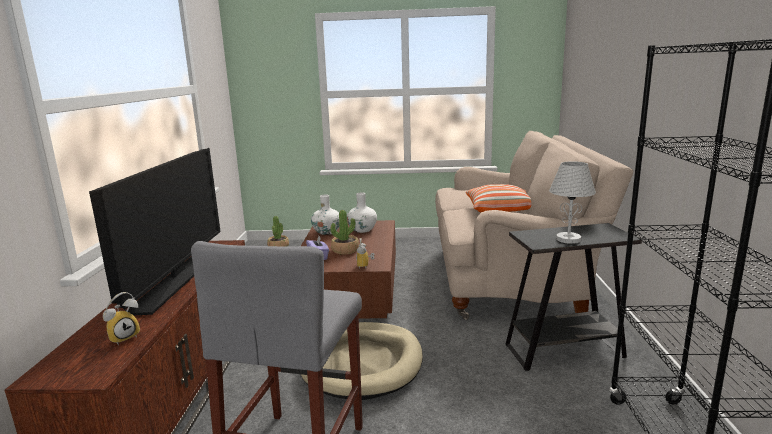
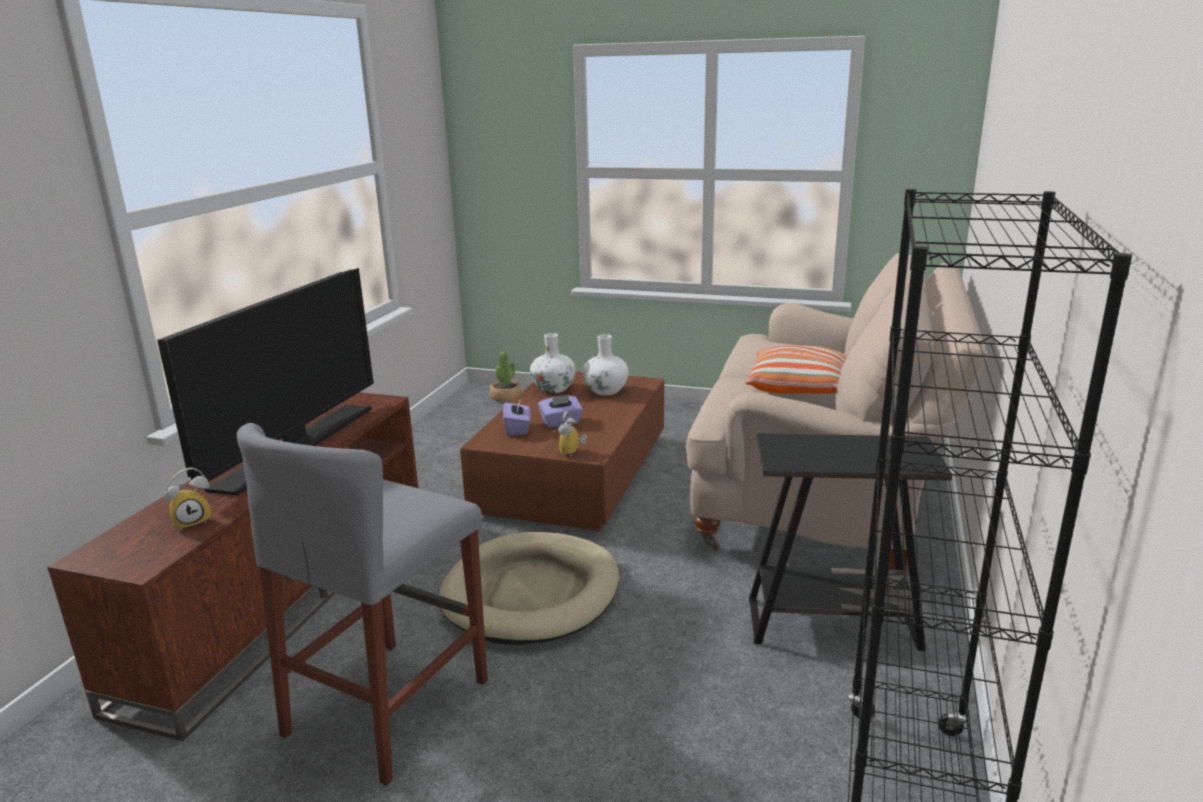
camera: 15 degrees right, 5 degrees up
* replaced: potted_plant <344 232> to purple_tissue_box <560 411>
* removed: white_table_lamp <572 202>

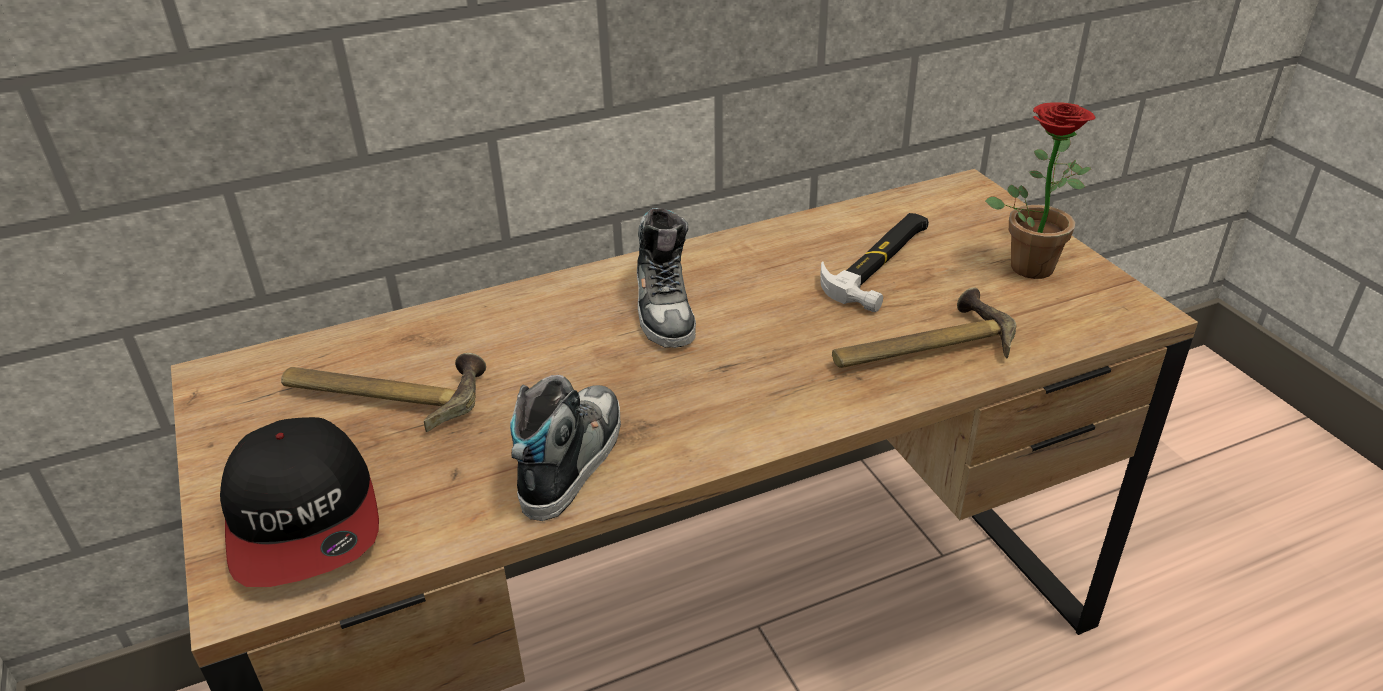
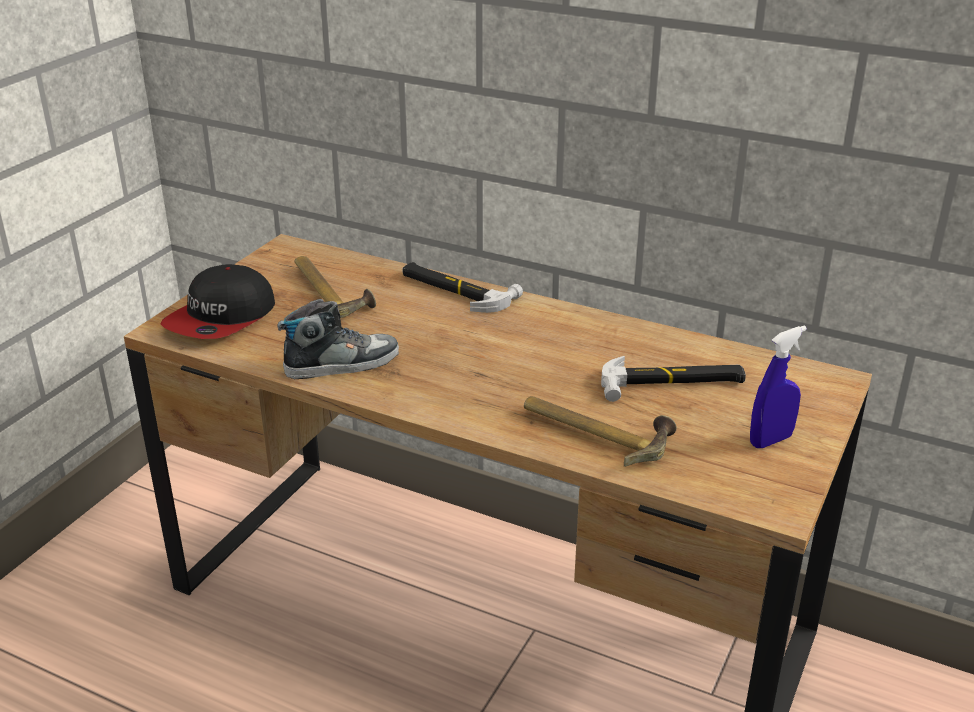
camera: 50 degrees right, 5 degrees down
* added: hammer <463 287>
* replaced: potted_plant <1040 190> to blue_spray_bottle <778 387>
* removed: shoe <666 278>

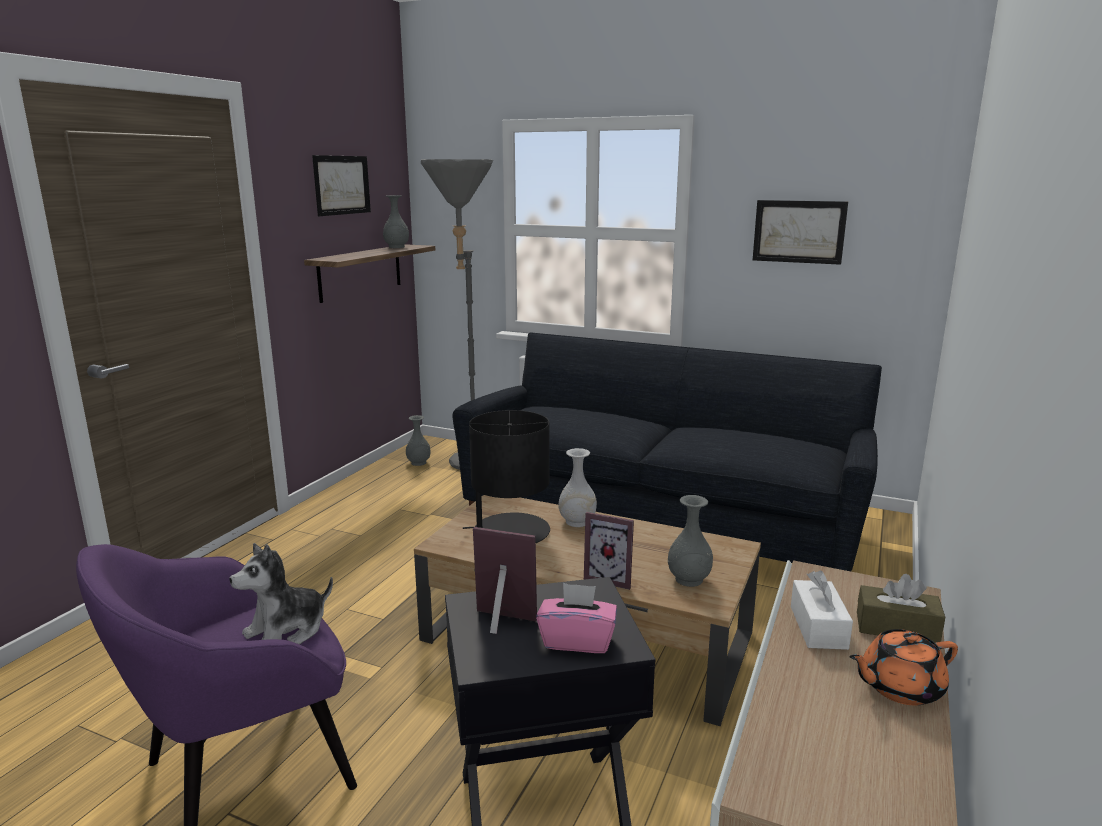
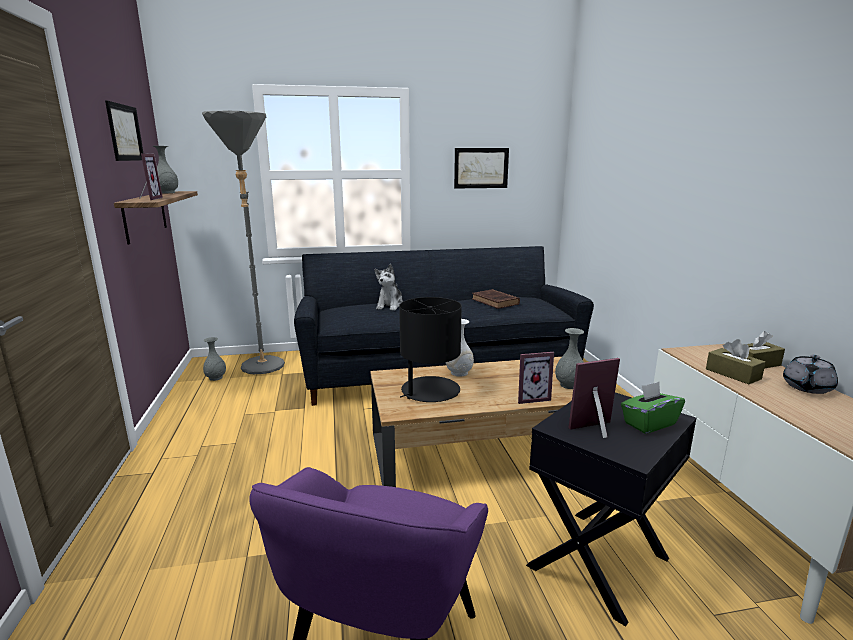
camera: 35 degrees left, 0 degrees up
* added: picture_frame <151 176>
* moved: plush_toy <281 593> to <389 287>
* added: brown_book <496 299>
* recoloured: pink_tissue_box <576 618> to green_tissue_box <653 408>
* recoloured: white_tissue_box <822 610> to brown_tissue_box <736 361>
* recoloured: orange_teapot <903 667> to grey_teapot <810 374>

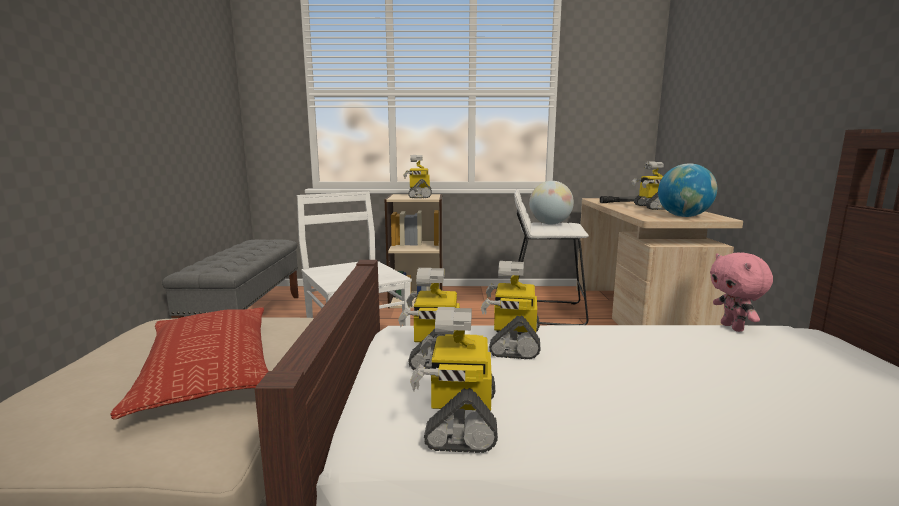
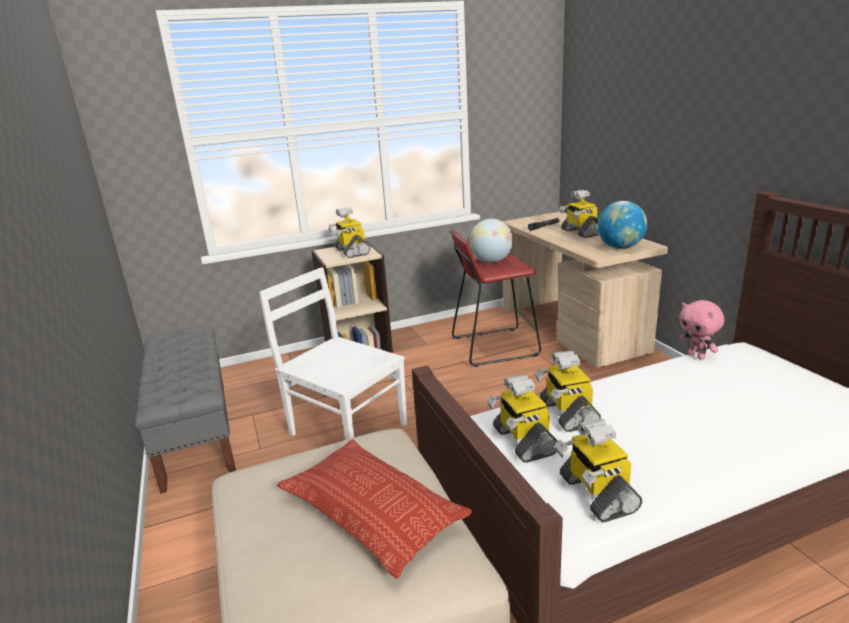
camera: 20 degrees left, 10 degrees up
* recoloured: white_stool <551 257> to red_stool <496 298>

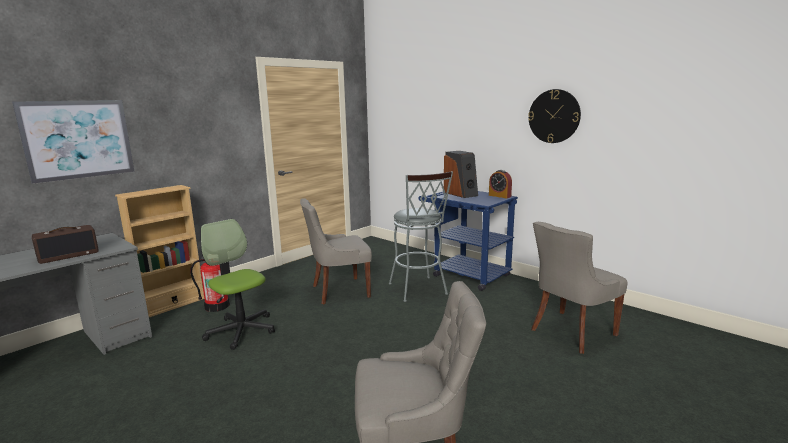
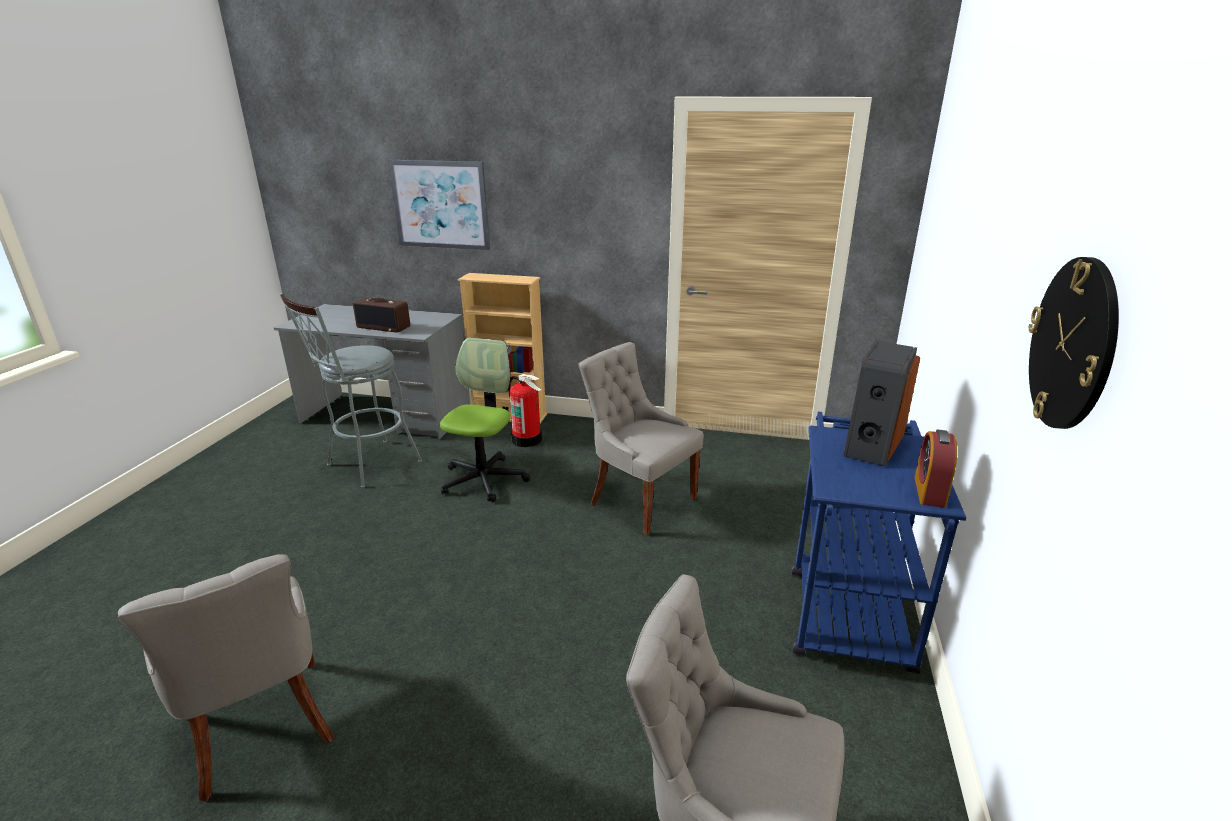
camera: 60 degrees right, 10 degrees up
* moved: grey_stool <421 236> to <351 390>

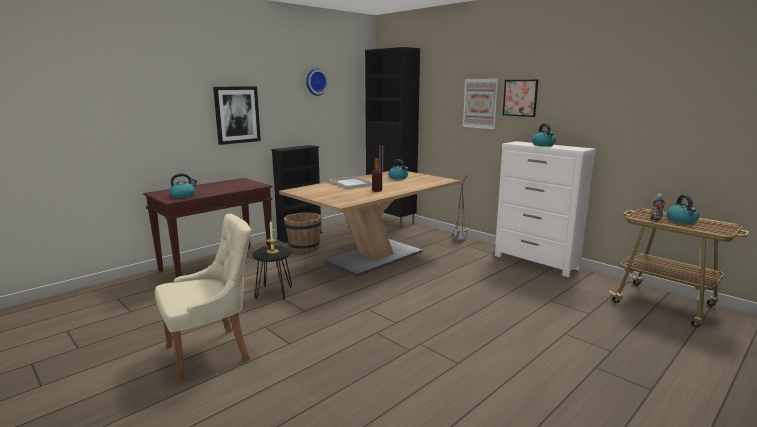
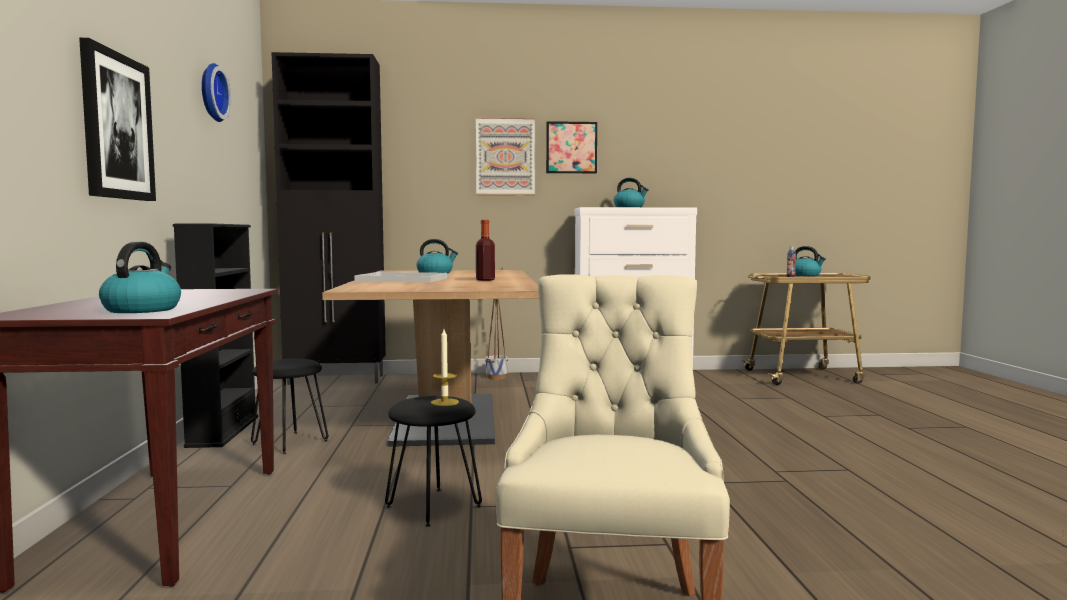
camera: 50 degrees left, 10 degrees down
* replaced: brown_bucket <303 232> to black_stool <289 406>

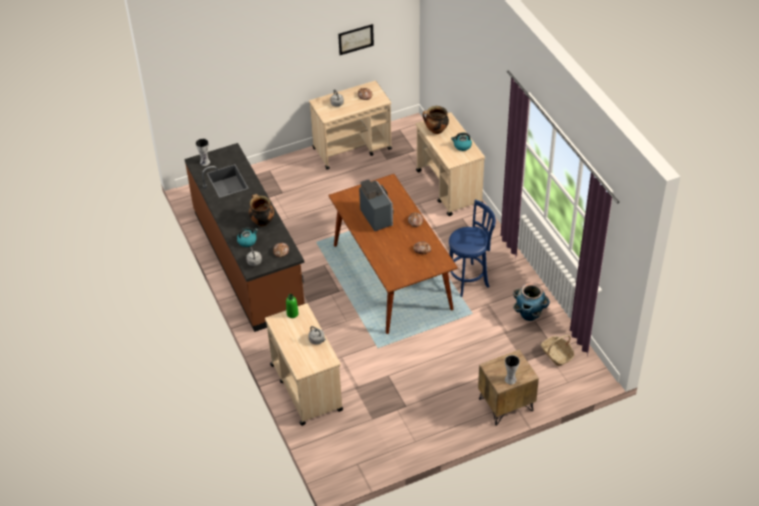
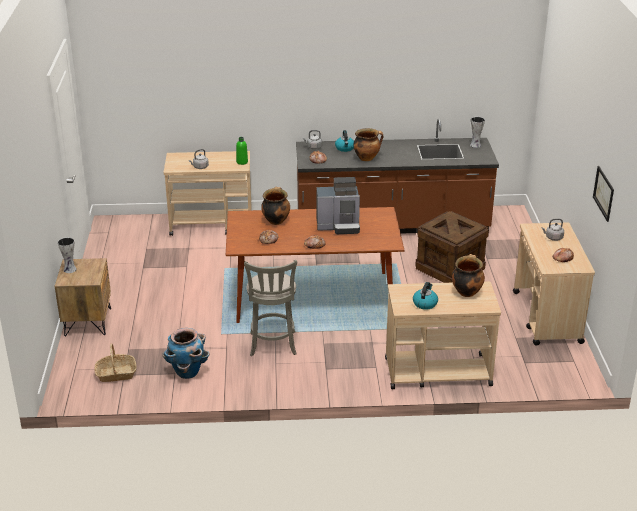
camera: 110 degrees right, 15 degrees down
* recoloured: blue_stool <472 248> to grey_stool <270 308>
* added: cooking_pot <275 206>
* added: crate <452 247>

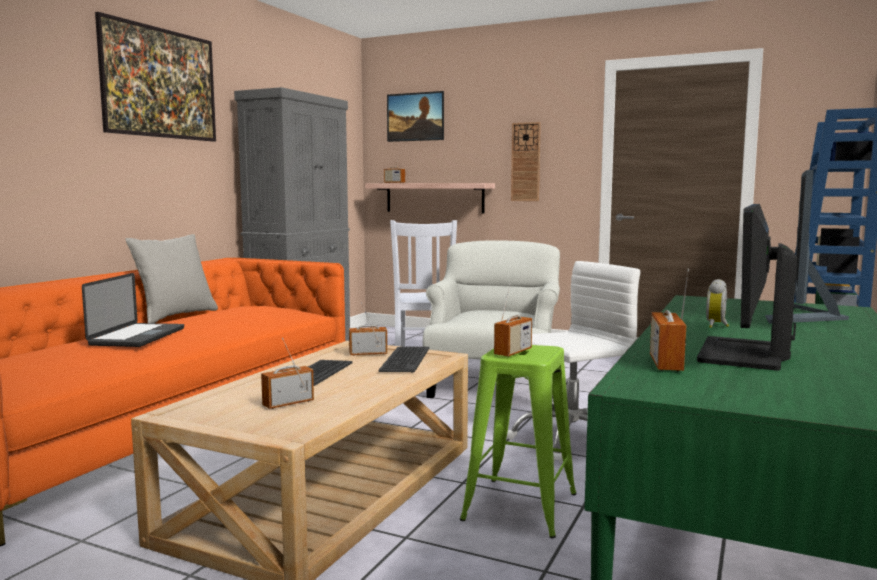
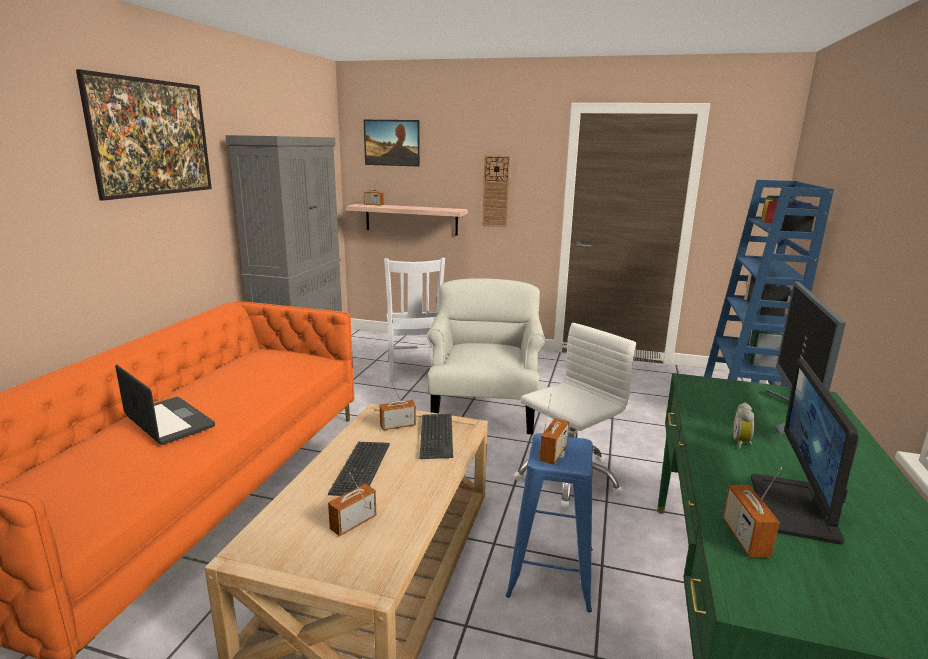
camera: 10 degrees left, 10 degrees up
* turned: laptop <133 310> = <165 404> 45 degrees counterclockwise
* recoloured: green_stool <518 441> to blue_stool <549 522>
* removed: grey_pillow <171 278>

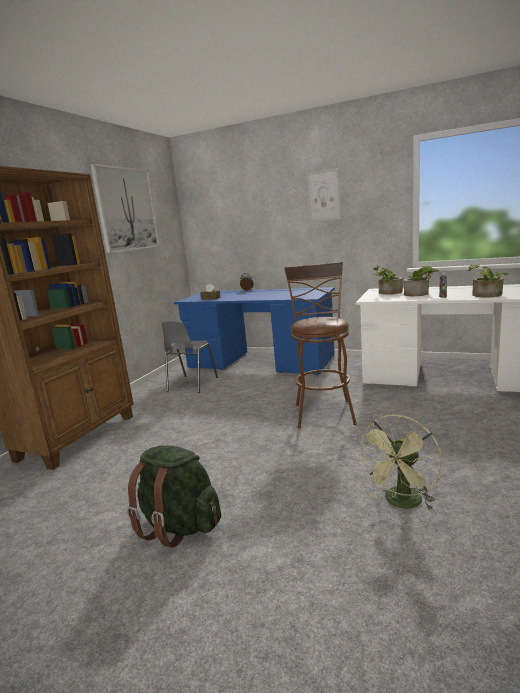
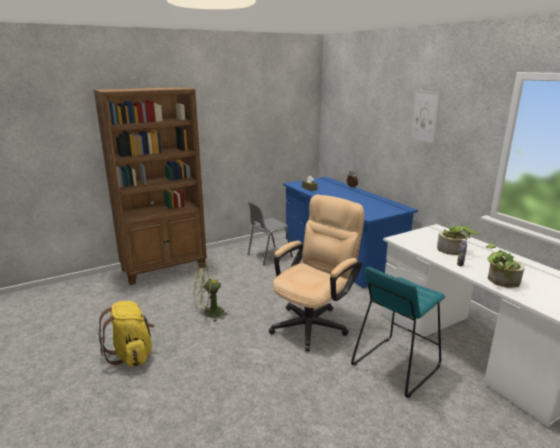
camera: 35 degrees right, 5 degrees up
* recoloured: green_backpack <174 497> to yellow_backpack <126 334>
* moved: green_fan <399 462> to <212 292>
* replaced: brown_stool <321 345> to beige_office_chair <316 273>
* added: turquoise_stool <398 332>
* removed: picture <124 208>
* removed: potted_plant <388 280>

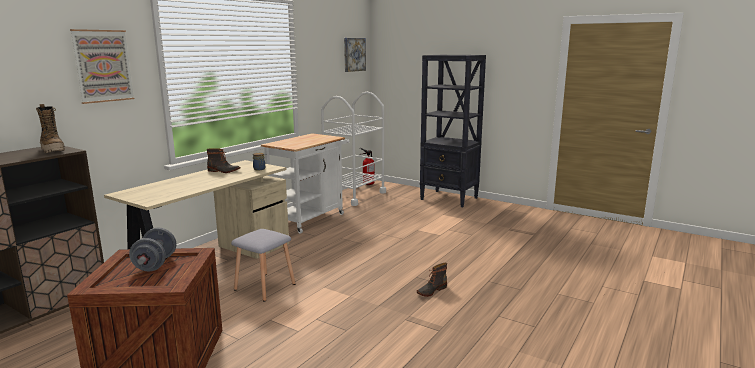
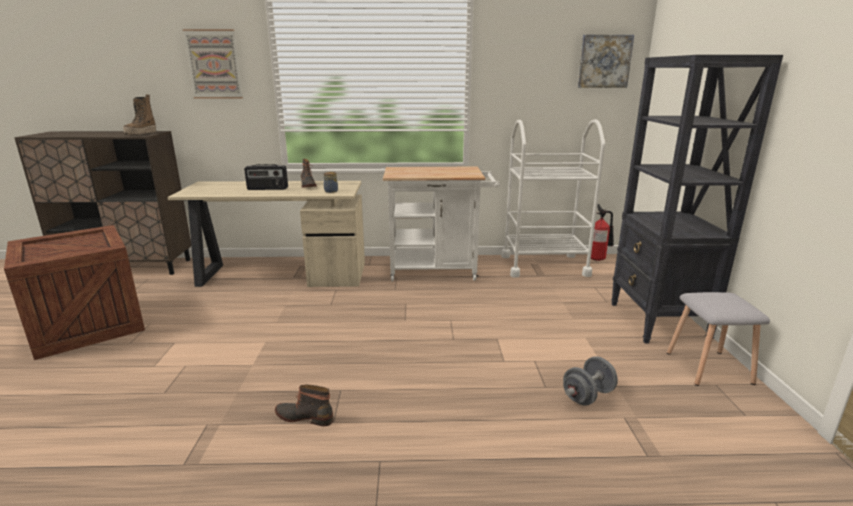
camera: 55 degrees right, 5 degrees up
* added: radio <266 177>
* moved: grey_dumbbell <152 249> to <590 381>
* moved: grey_stool <263 265> to <718 339>

